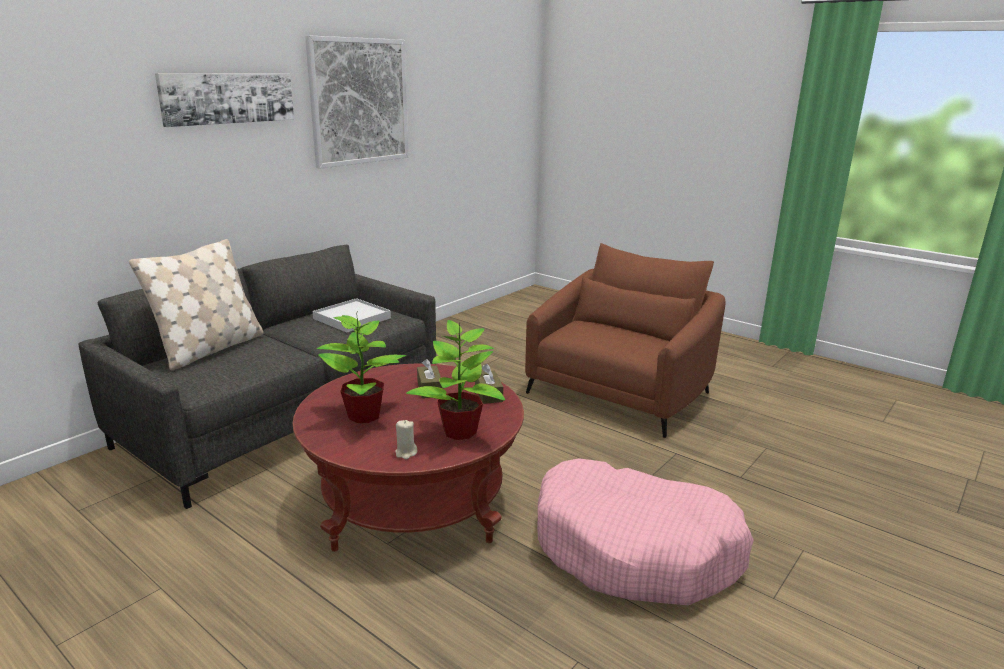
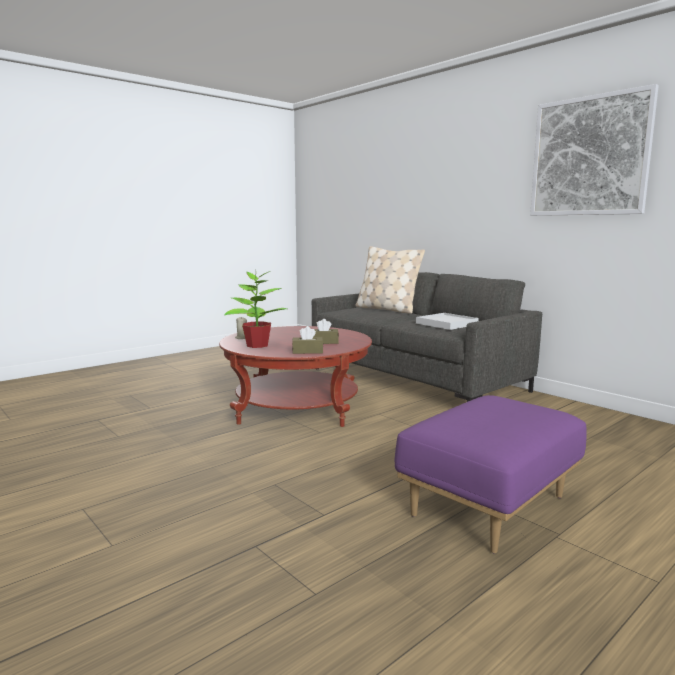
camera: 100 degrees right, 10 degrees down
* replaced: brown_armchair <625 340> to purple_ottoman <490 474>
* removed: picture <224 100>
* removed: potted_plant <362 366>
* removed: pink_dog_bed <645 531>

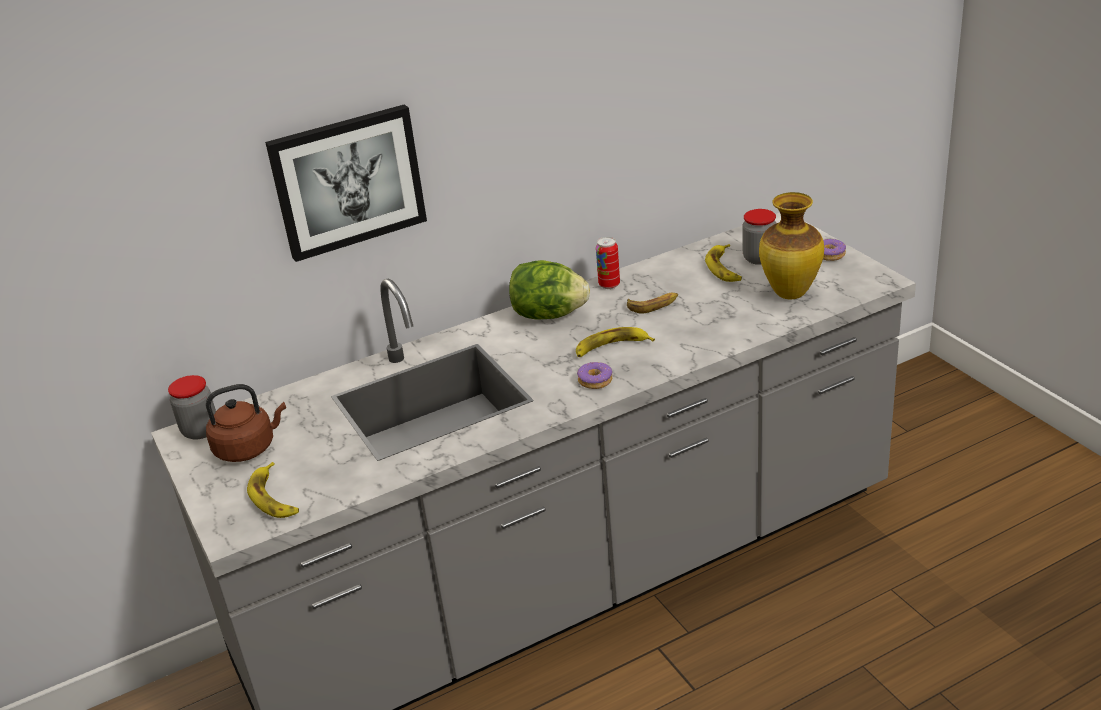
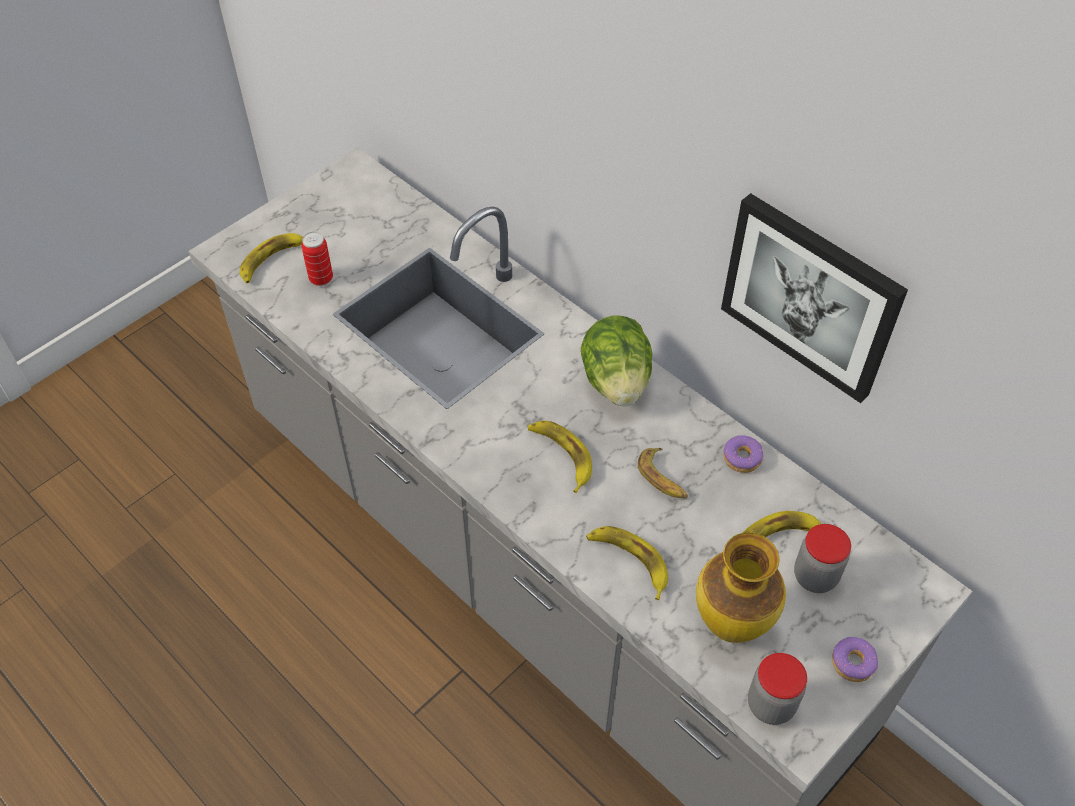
camera: 70 degrees right, 20 degrees up
* moved: can <608 263> to <317 259>
* added: banana <627 563>
* moved: picture <346 183> to <814 298>
* moved: donut <594 375> to <743 454>
* moved: jar <192 407> to <777 689>
* removed: brown_kettle <246 423>

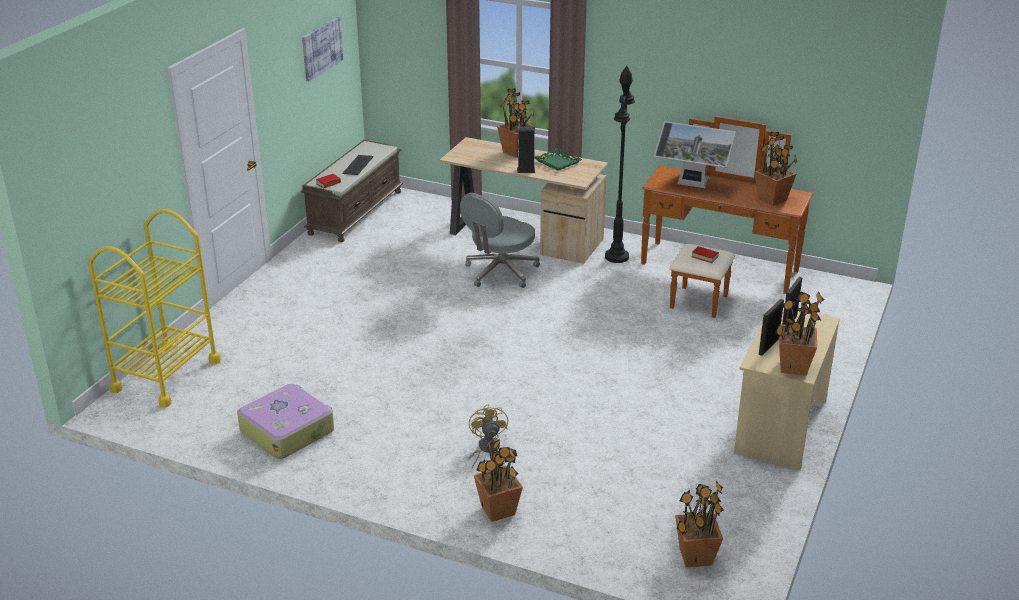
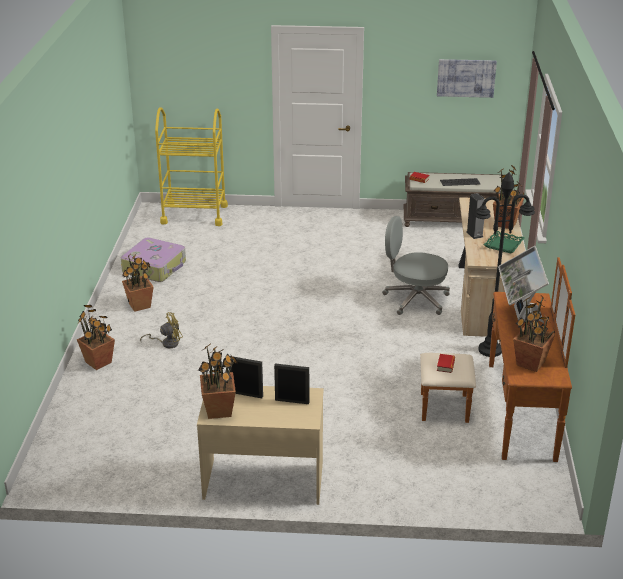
camera: 70 degrees right, 0 degrees up
* moved: potted_plant <699 523> to <138 283>

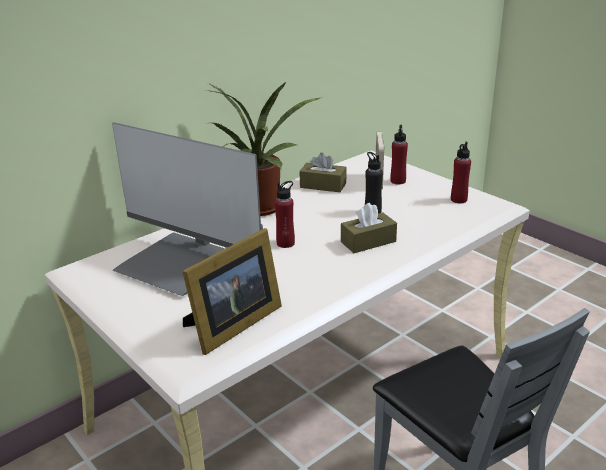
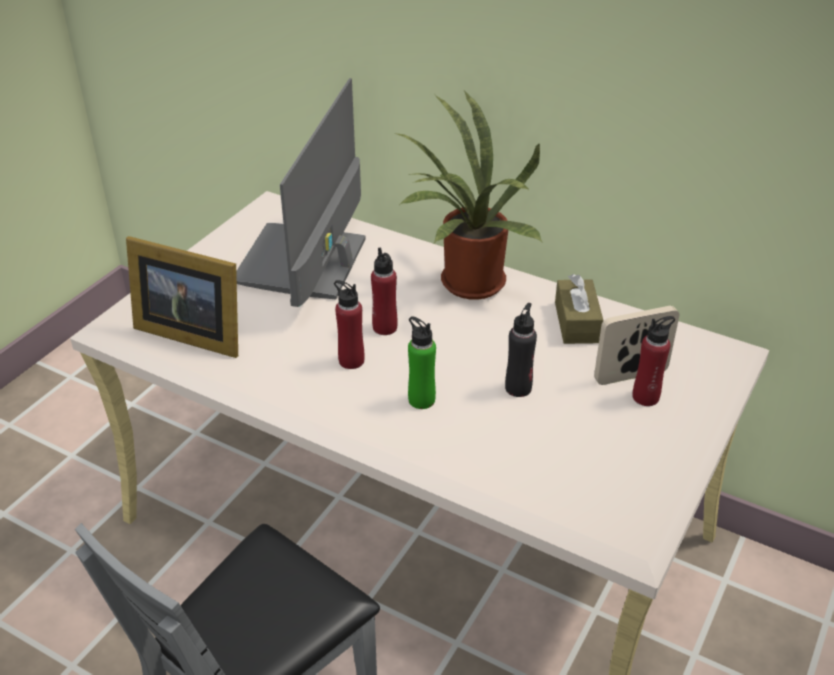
camera: 70 degrees right, 10 degrees up
* moved: red_bottle <461 172> to <349 324>
* replaced: brown_tissue_box <369 228> to green_bottle <422 362>

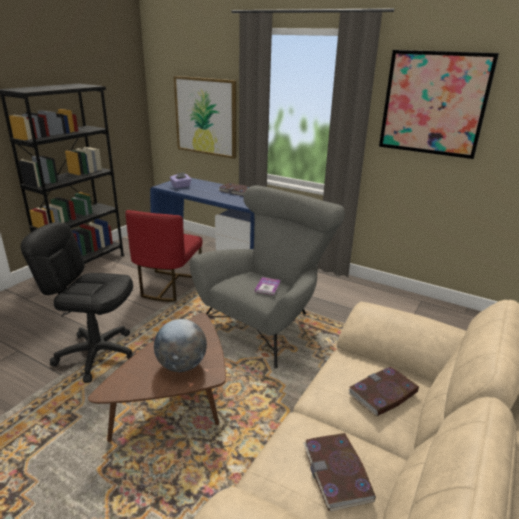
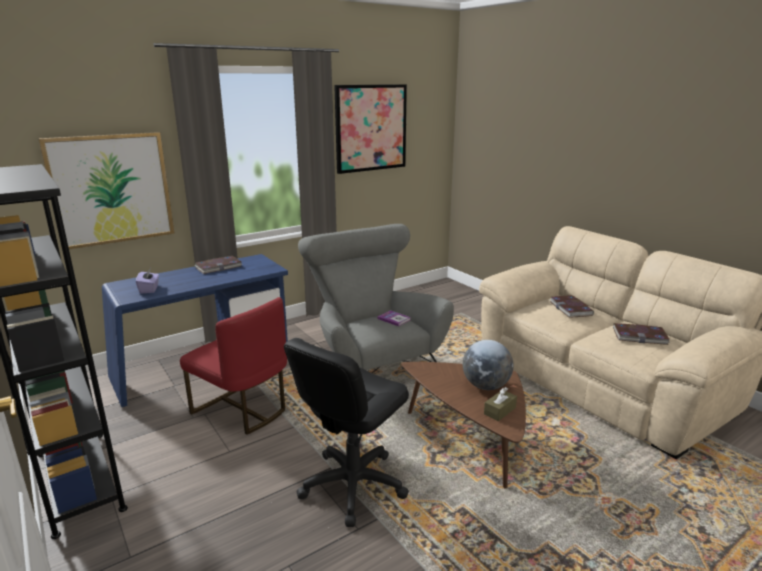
camera: 65 degrees left, 5 degrees down
* added: brown_tissue_box <500 404>

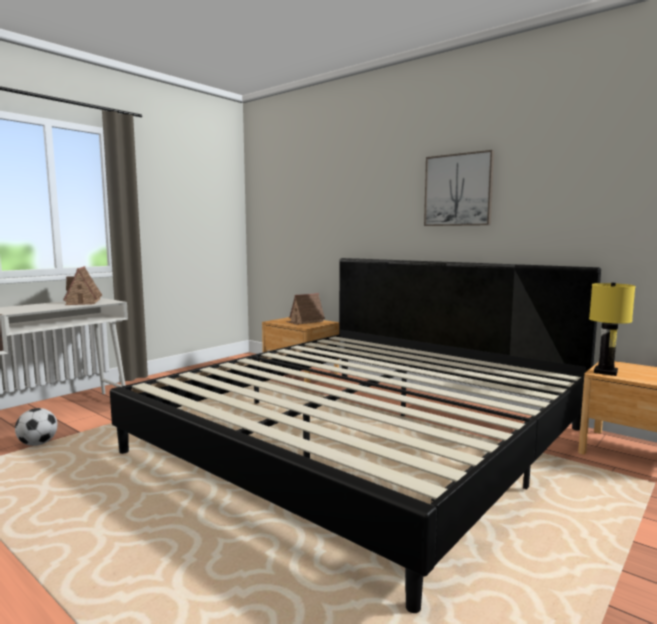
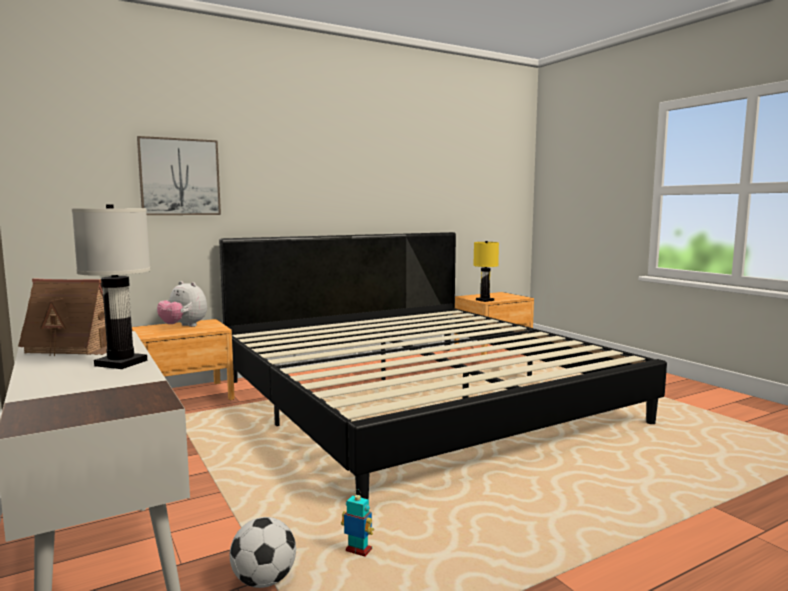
camera: 70 degrees left, 0 degrees up
* added: white_table_lamp <111 286>
* moved: picture <459 188> to <179 175>
* replaced: toy_house <305 309> to plush_toy <182 304>
* added: toy_robot <357 523>

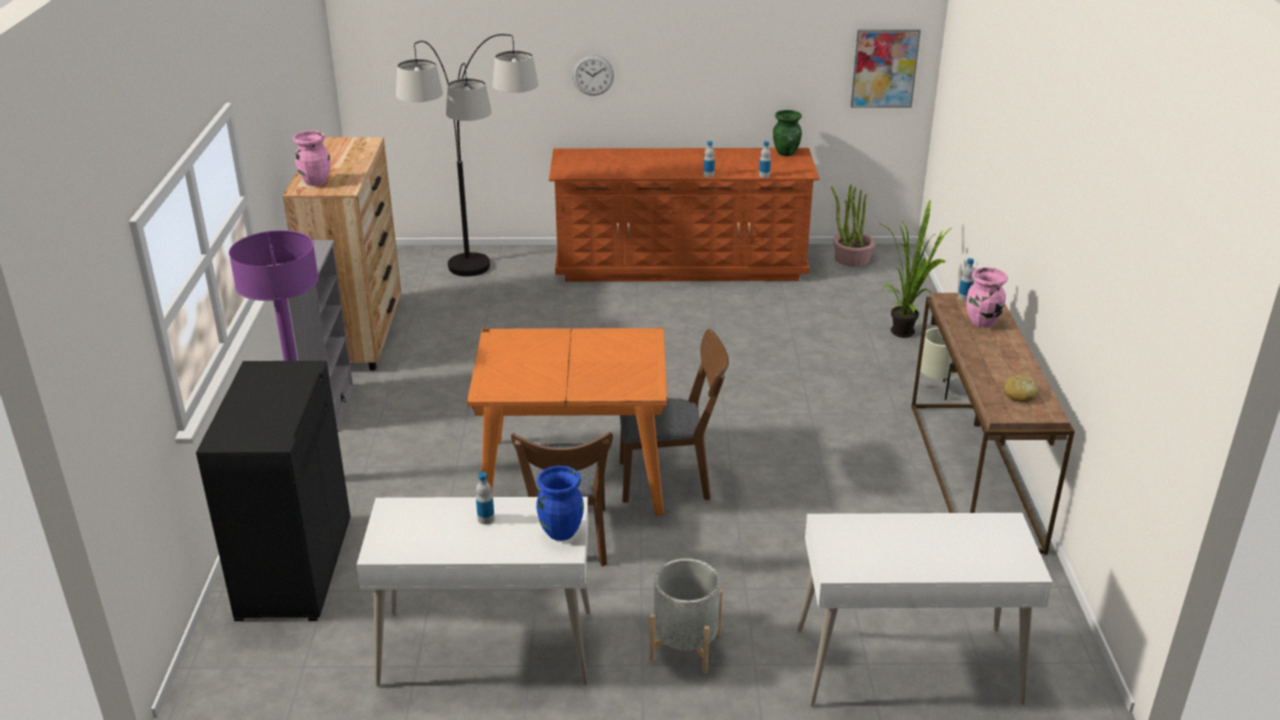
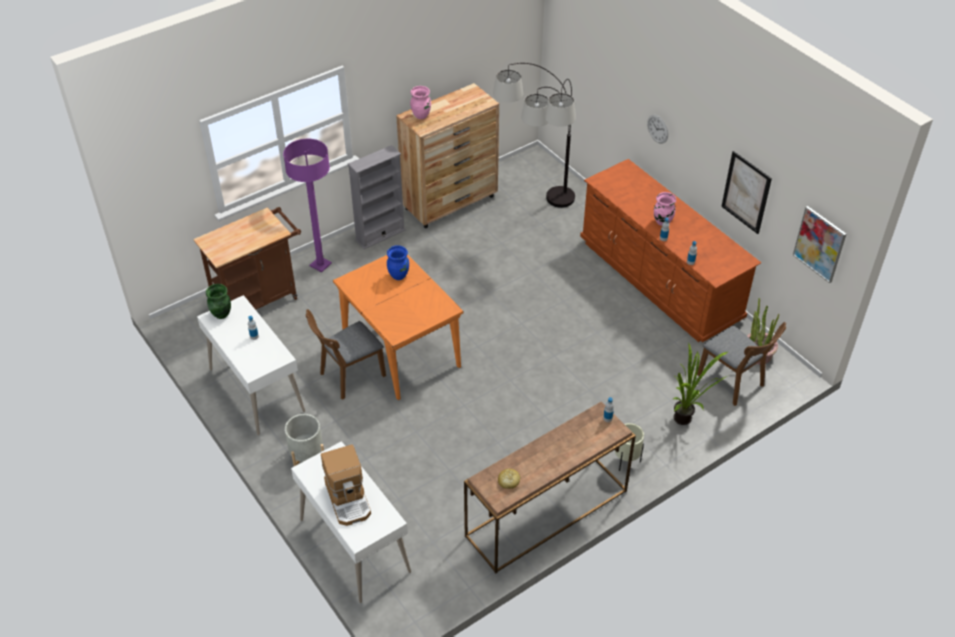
camera: 55 degrees right, 15 degrees up
* replaced: black_cabinet <273 491> to brown_cart <247 258>
* moved: green_vase <787 133> to <218 301>
* added: coffee_machine <346 485>
* moved: blue_vase <560 503> to <398 262>
* moved: pink_vase <987 297> to <665 209>
* moved: brown_chair <674 416> to <741 364>
* added: picture <746 192>

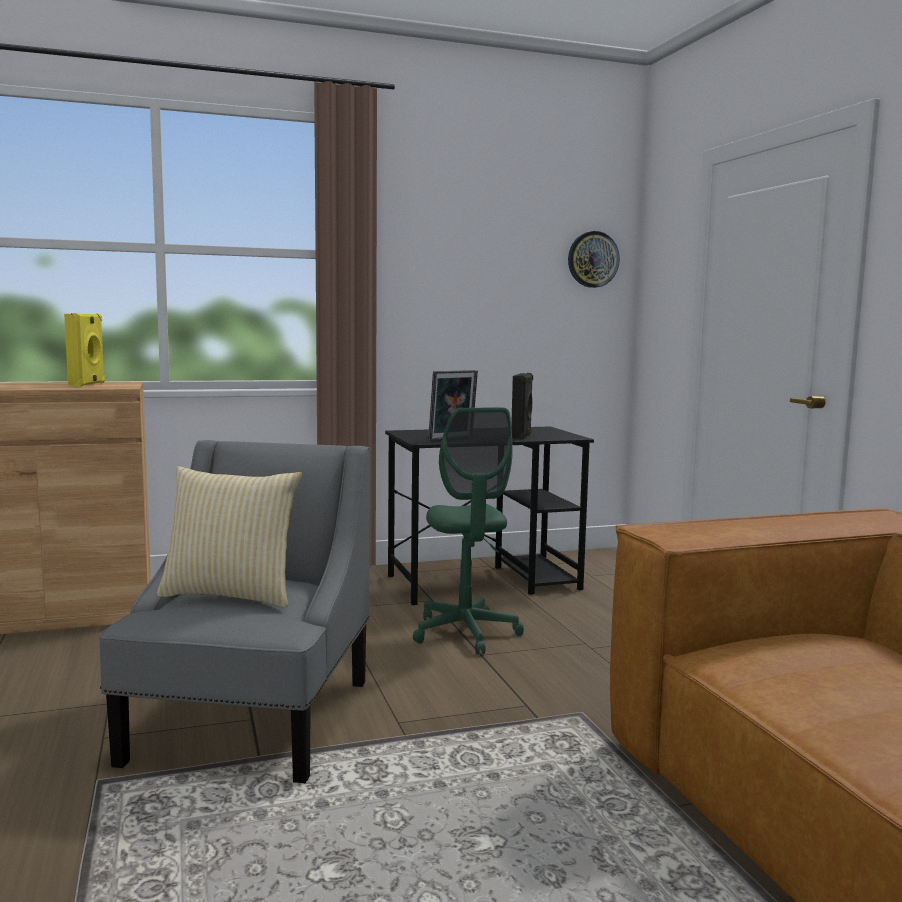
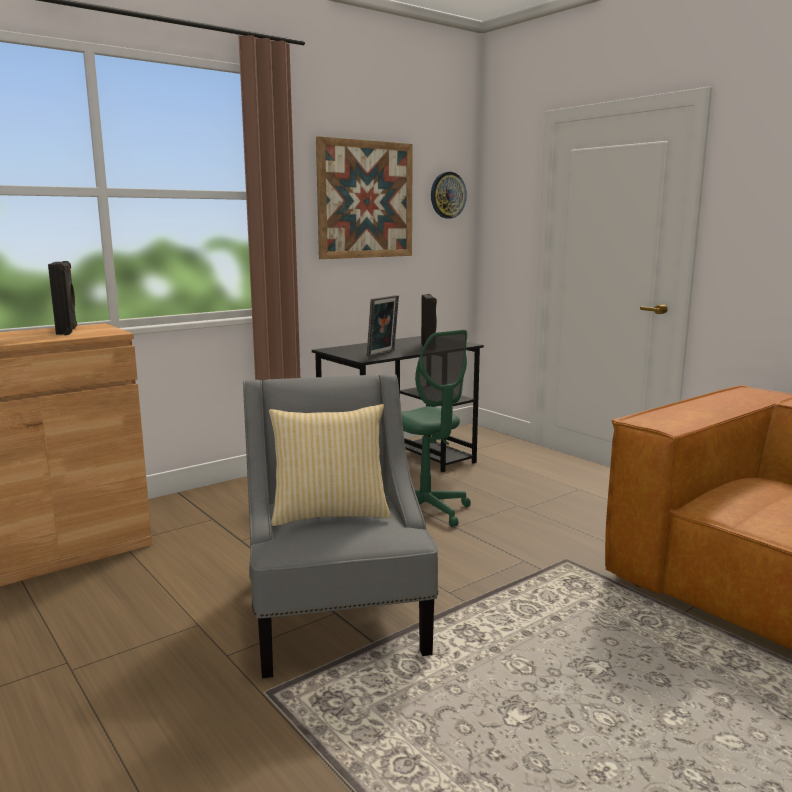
camera: 20 degrees left, 5 degrees up
* recoloured: yellow_speaker <84 350> to black_speaker <62 298>
* added: picture <364 197>

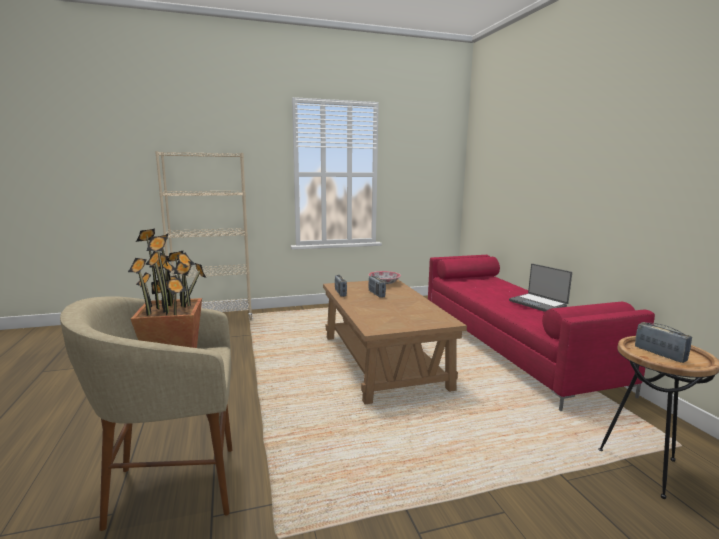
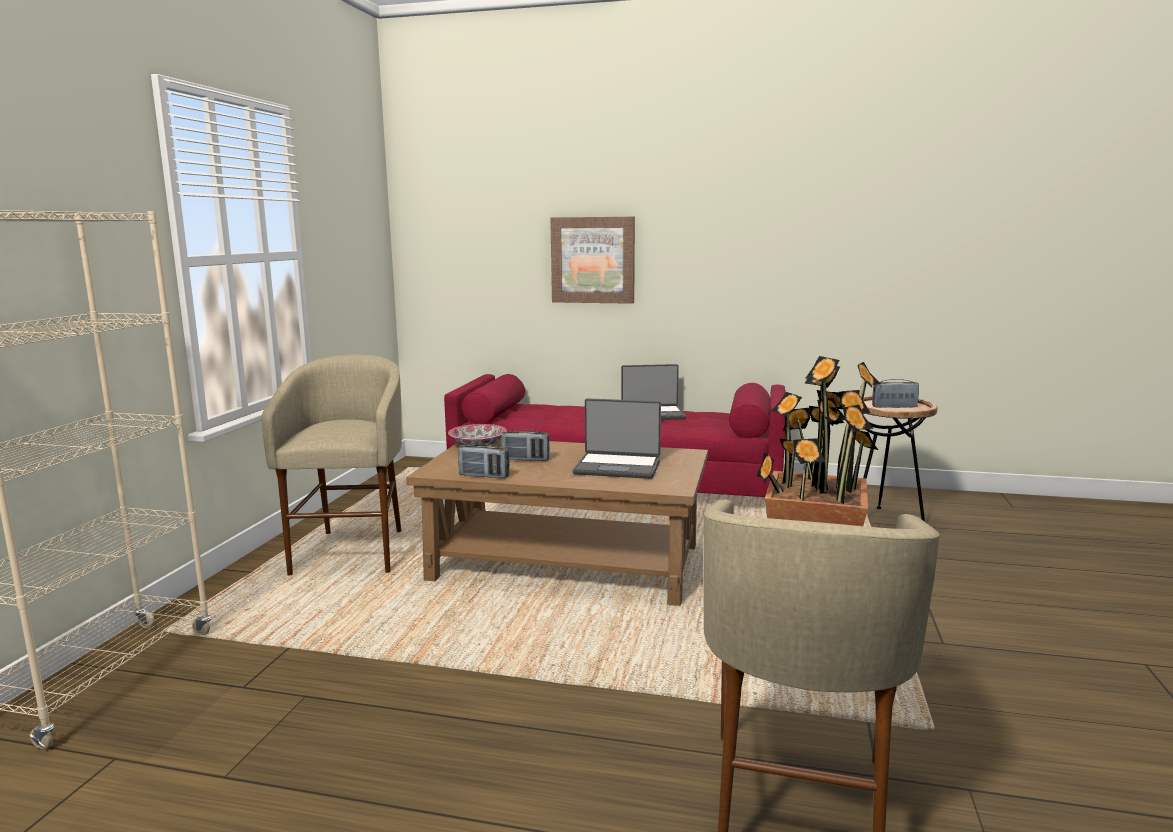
camera: 60 degrees left, 0 degrees up
* added: beige_stool <332 465>
* added: picture <592 260>
* added: laptop <617 438>

